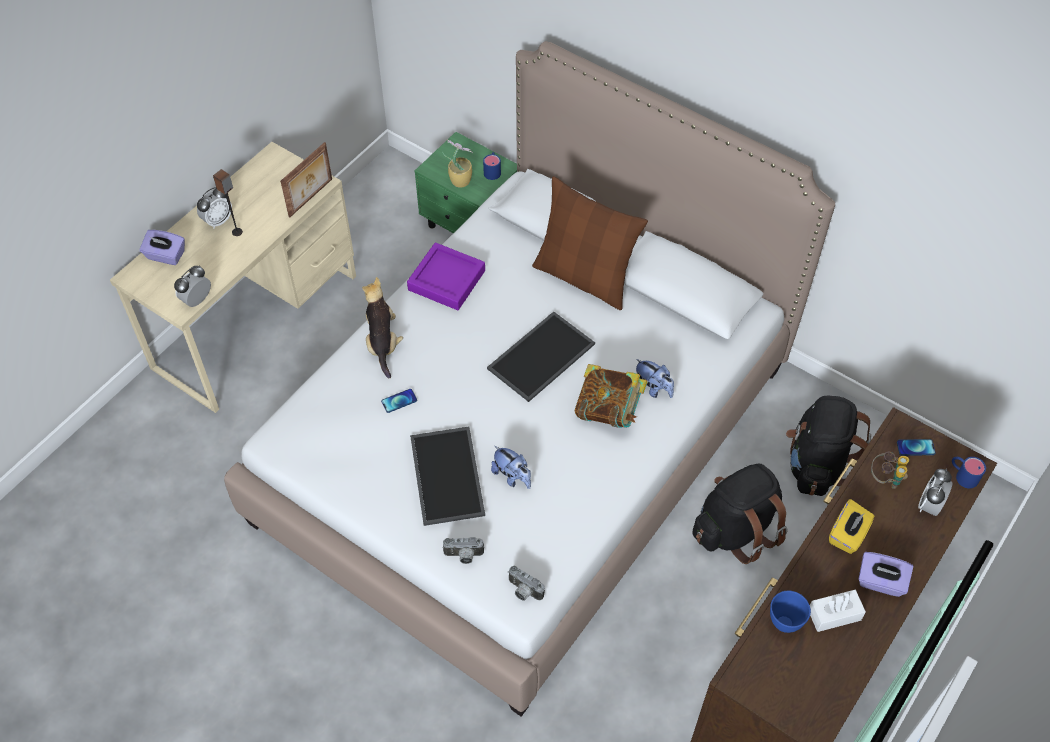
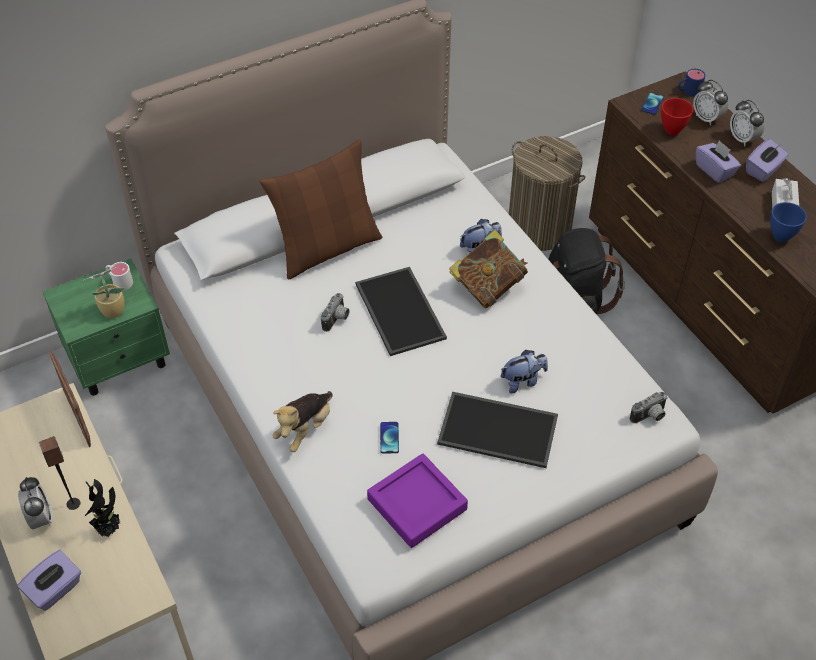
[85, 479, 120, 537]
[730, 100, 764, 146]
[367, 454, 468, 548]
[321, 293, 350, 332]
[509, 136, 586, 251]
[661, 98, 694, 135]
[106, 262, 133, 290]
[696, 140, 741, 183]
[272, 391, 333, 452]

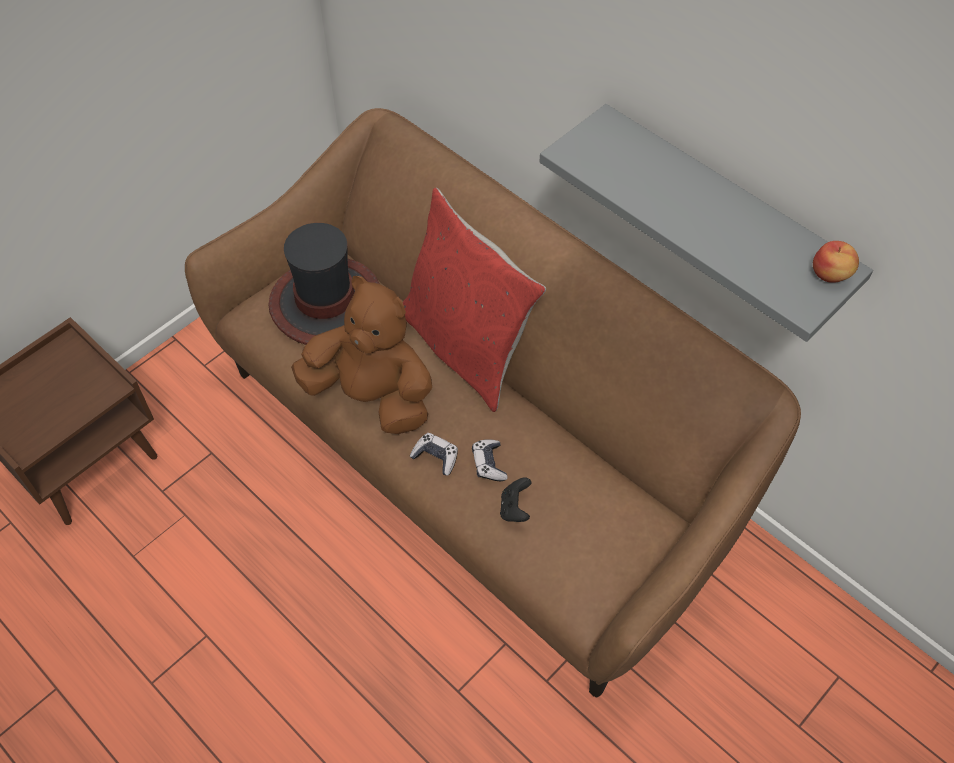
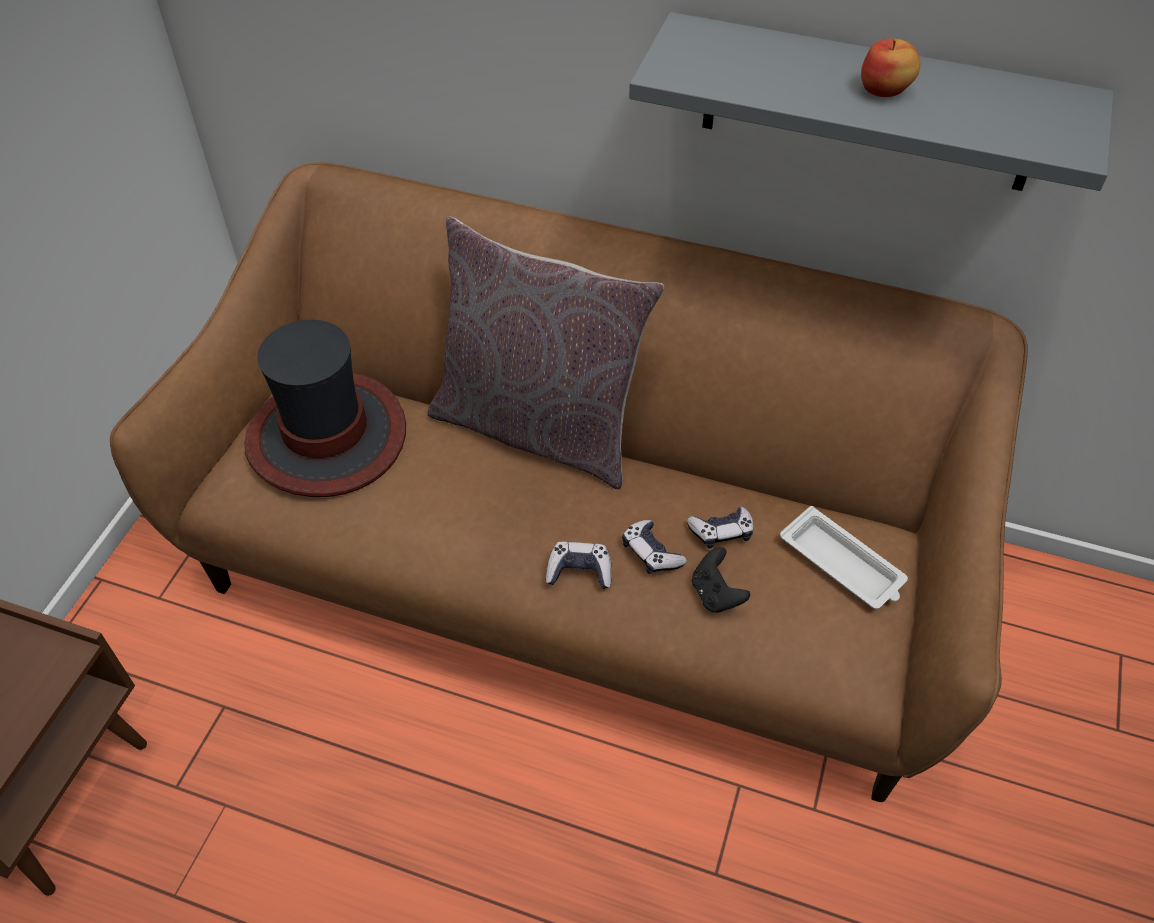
[291, 276, 432, 434] (first image)
[687, 506, 754, 549]
[780, 506, 908, 609]
[861, 38, 920, 97]
[428, 216, 664, 489]

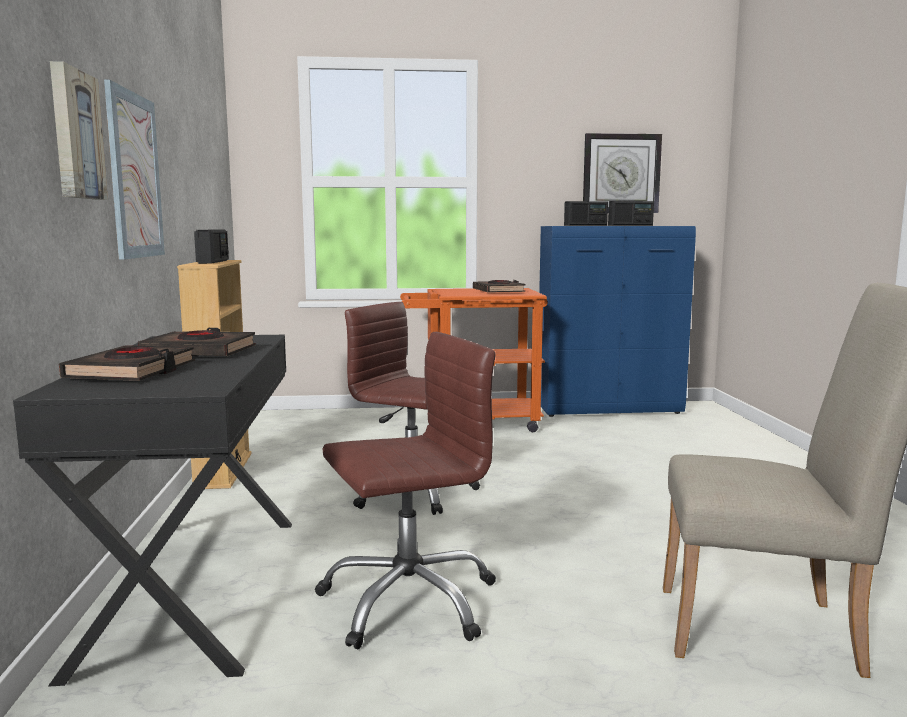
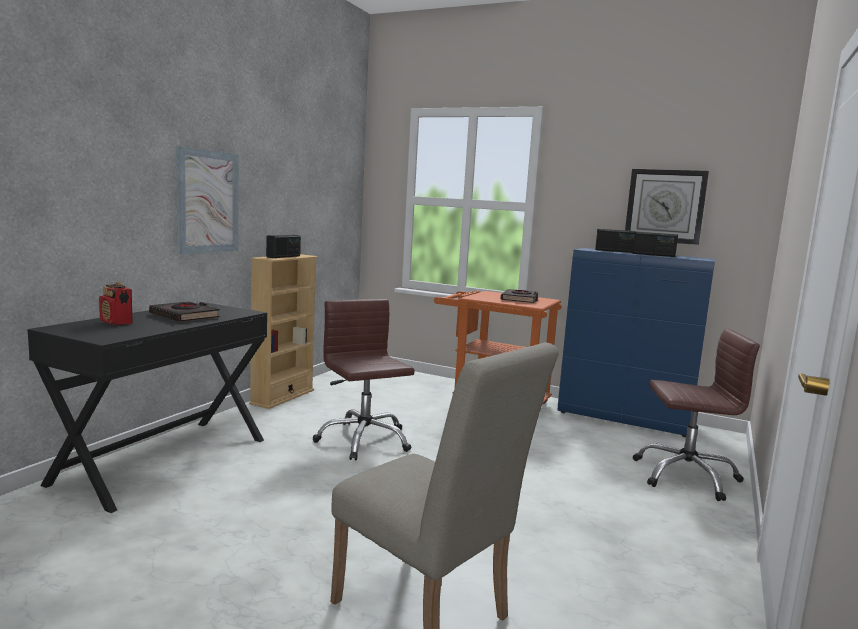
[50, 61, 108, 200] (first image)
[633, 328, 760, 501]
[99, 282, 133, 325]

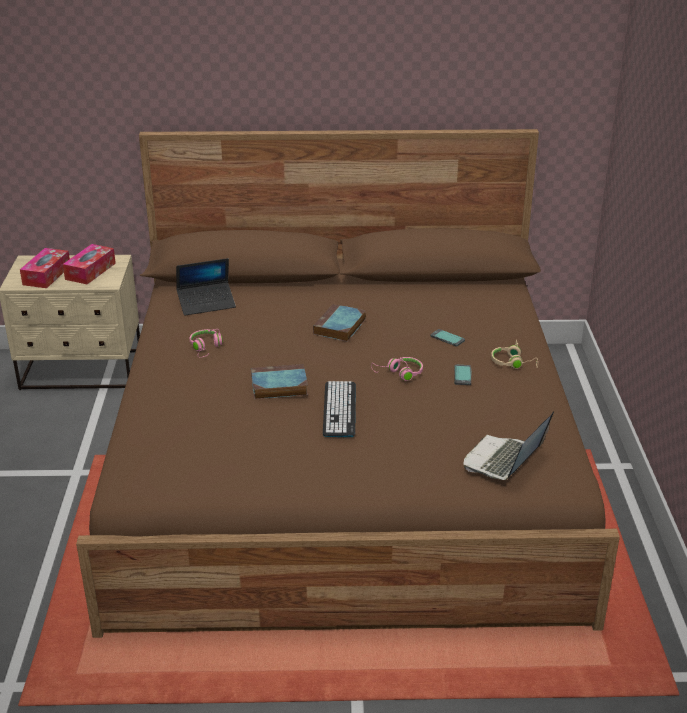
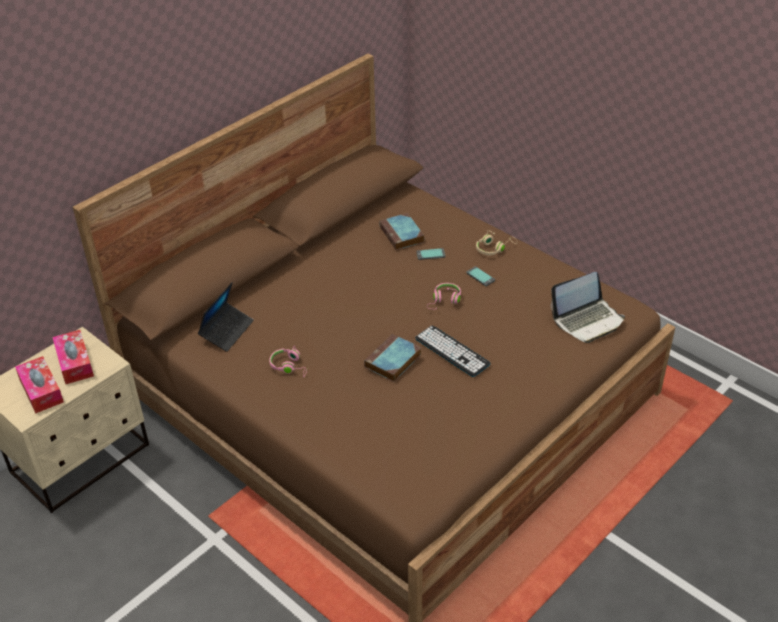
[379, 213, 424, 250]
[551, 272, 625, 343]

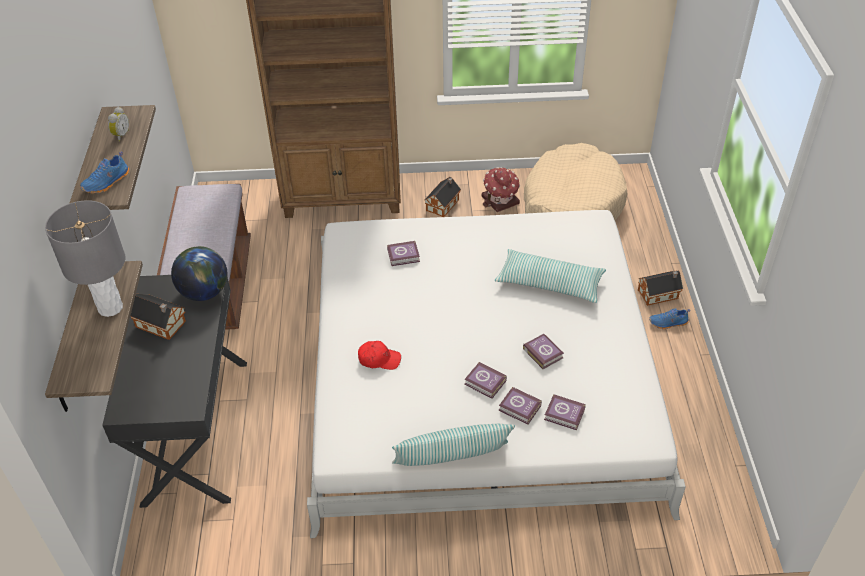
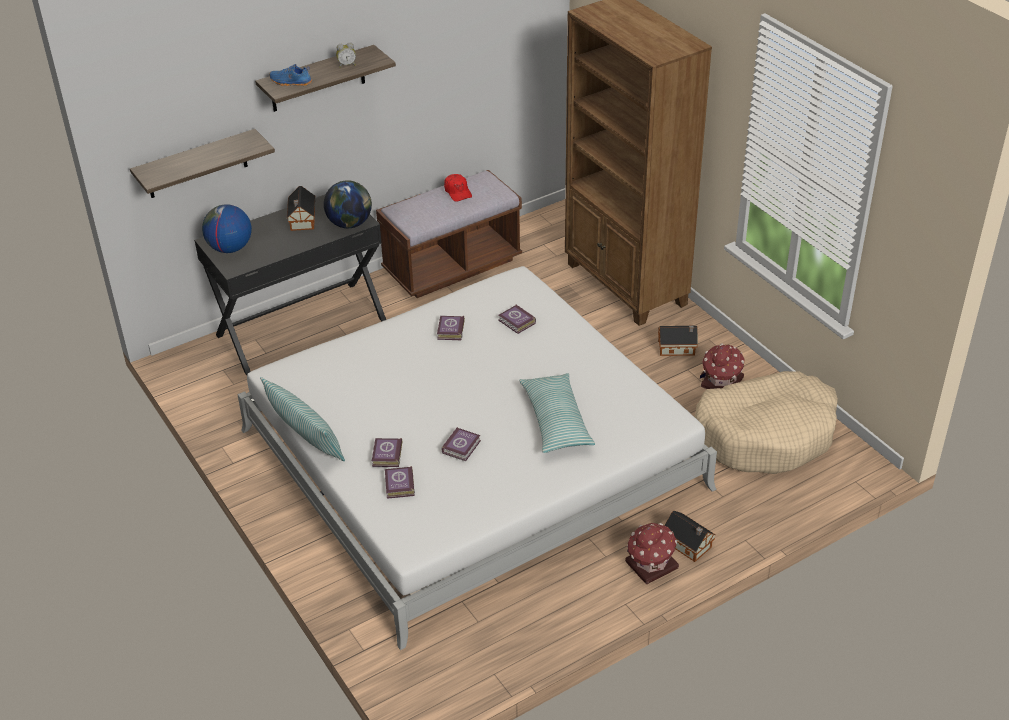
[45, 200, 125, 317] (first image)
[202, 204, 252, 253]
[444, 174, 472, 202]
[437, 316, 465, 340]
[625, 523, 679, 584]

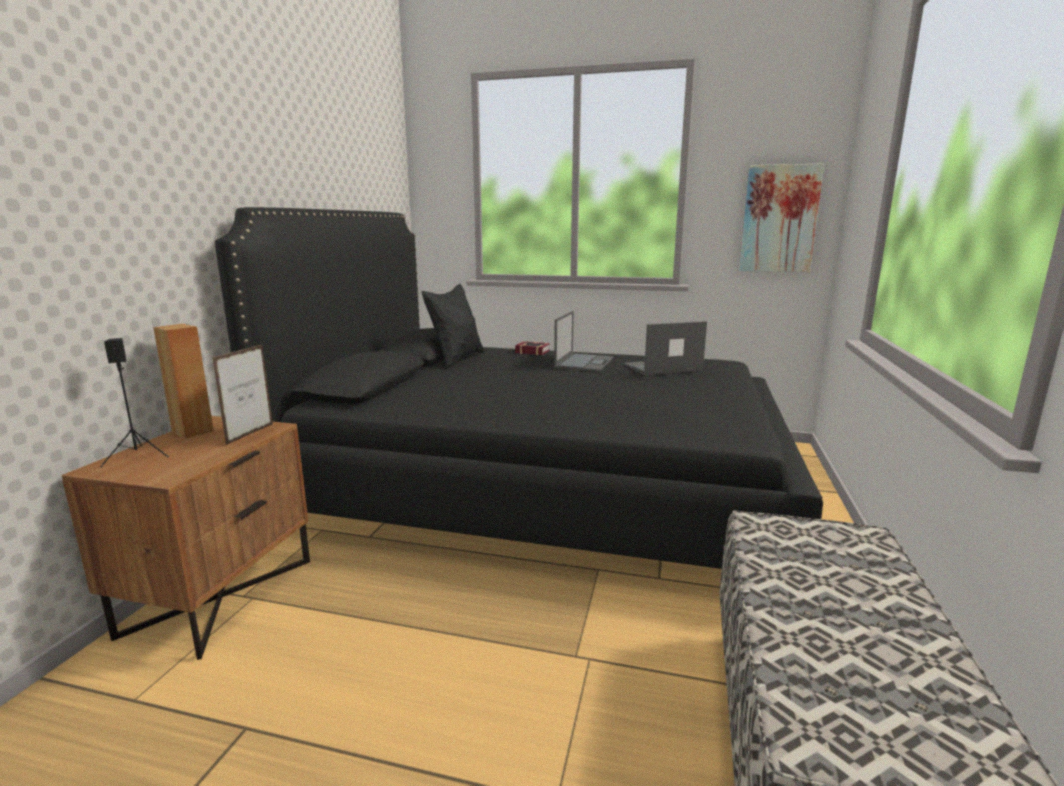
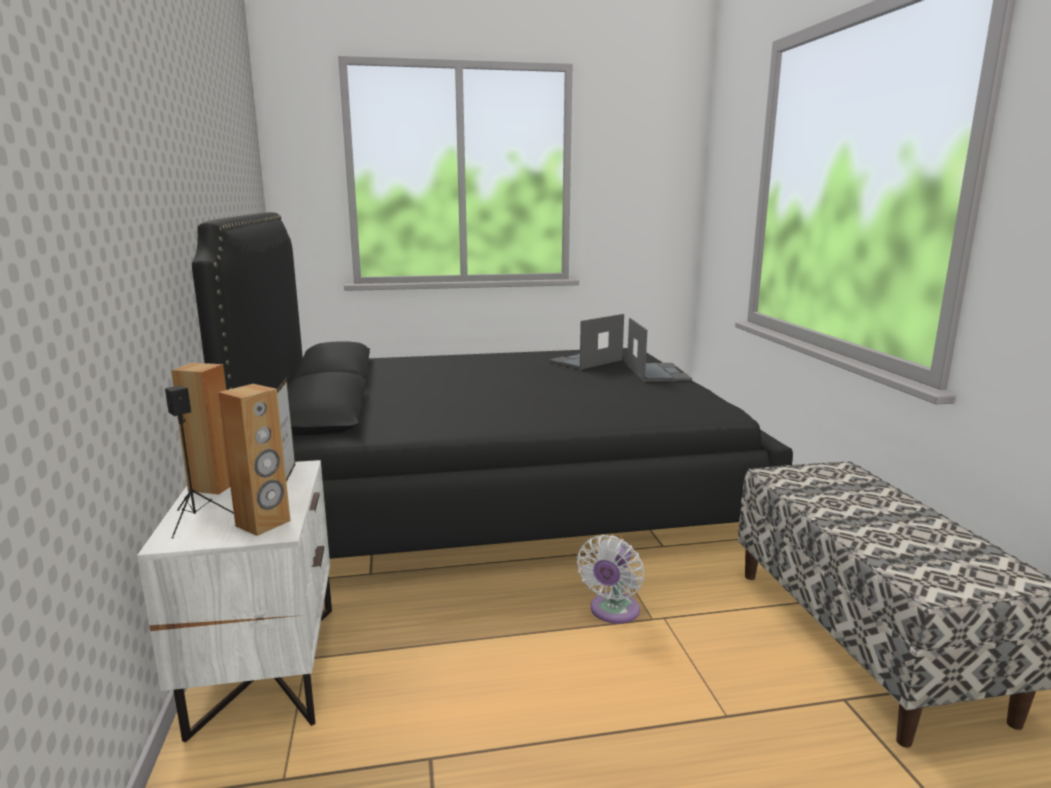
[422, 283, 484, 368] (first image)
[515, 341, 550, 355] (first image)
[739, 163, 824, 272] (first image)
[218, 384, 291, 536]
[577, 535, 644, 624]
[627, 318, 692, 382]
[137, 460, 332, 742]

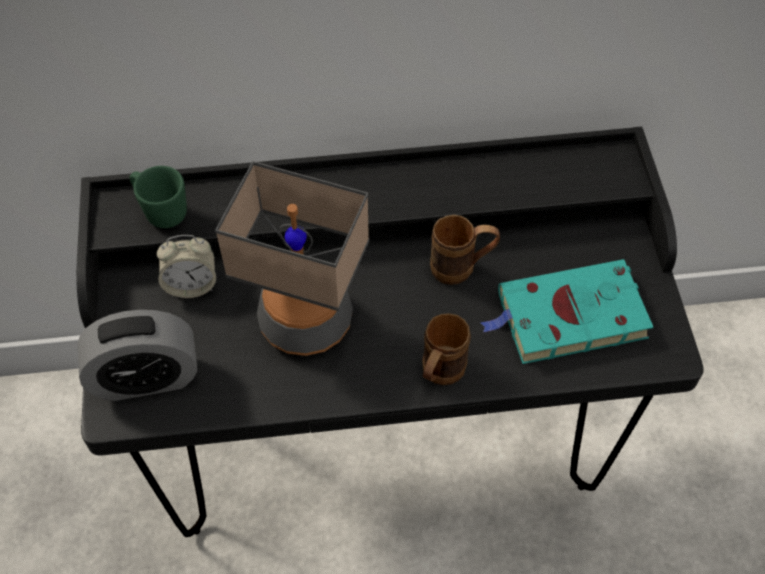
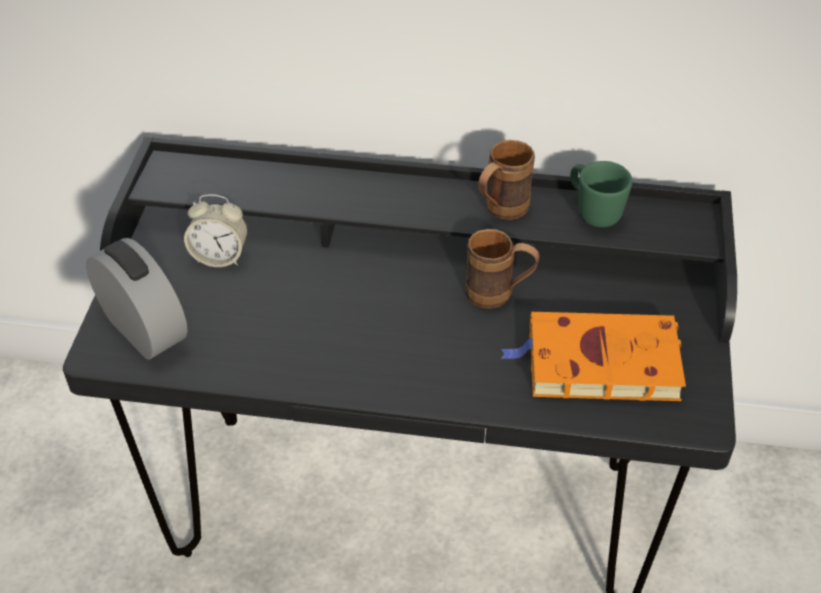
[215, 161, 369, 356] (first image)
[570, 161, 632, 227]
[478, 140, 535, 220]
[501, 312, 686, 401]
[86, 238, 188, 360]

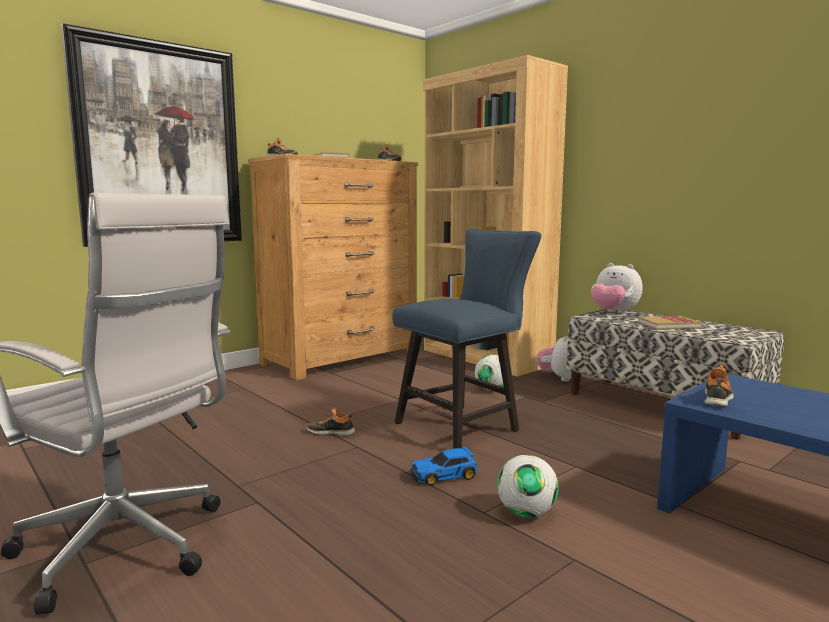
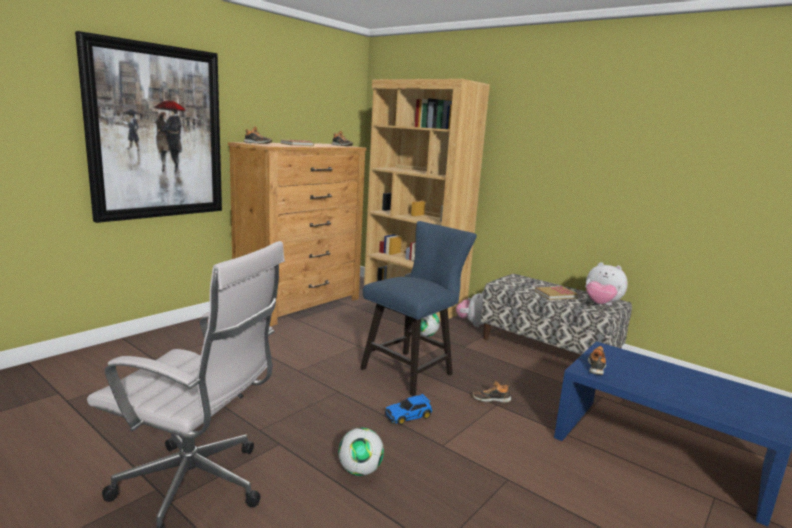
[472, 380, 511, 403]
[338, 428, 384, 476]
[585, 262, 628, 305]

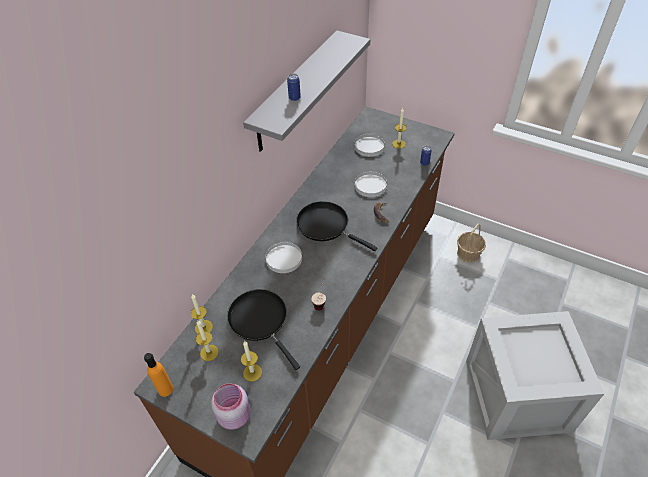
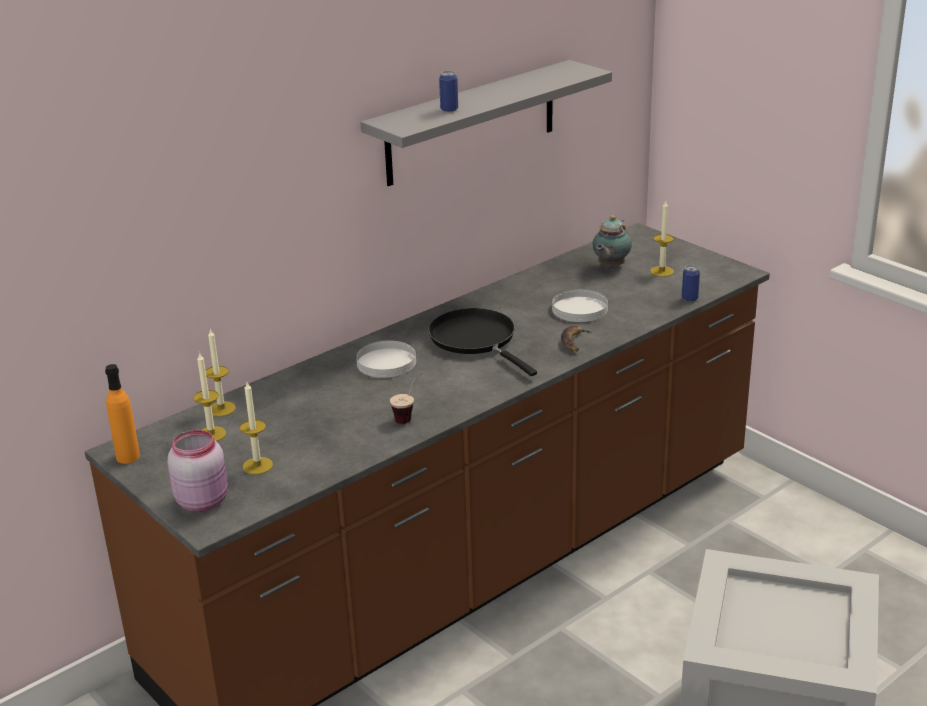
[227, 289, 300, 370] (first image)
[457, 224, 486, 263] (first image)
[592, 215, 632, 268]

